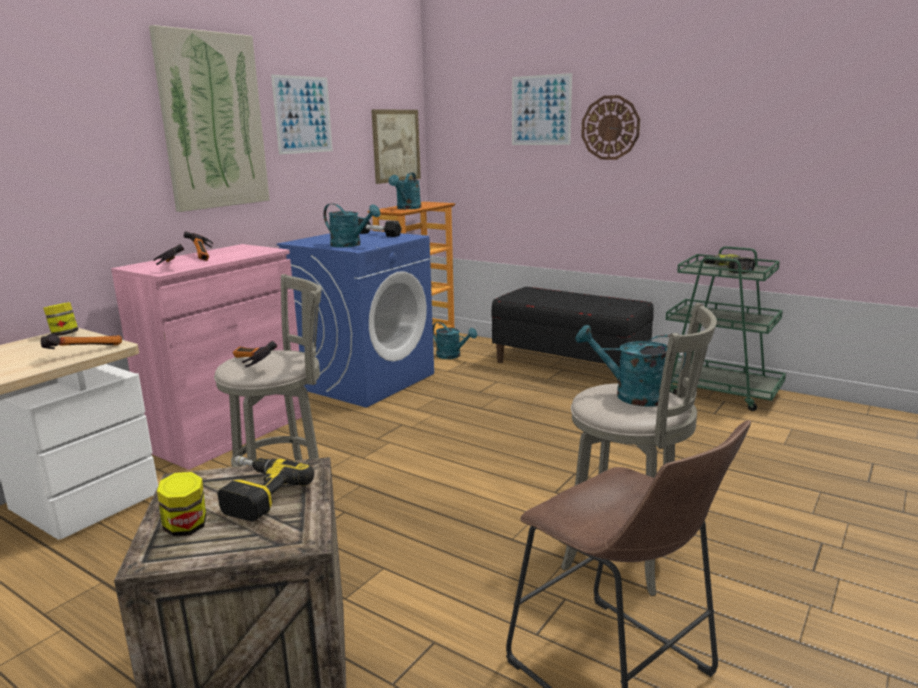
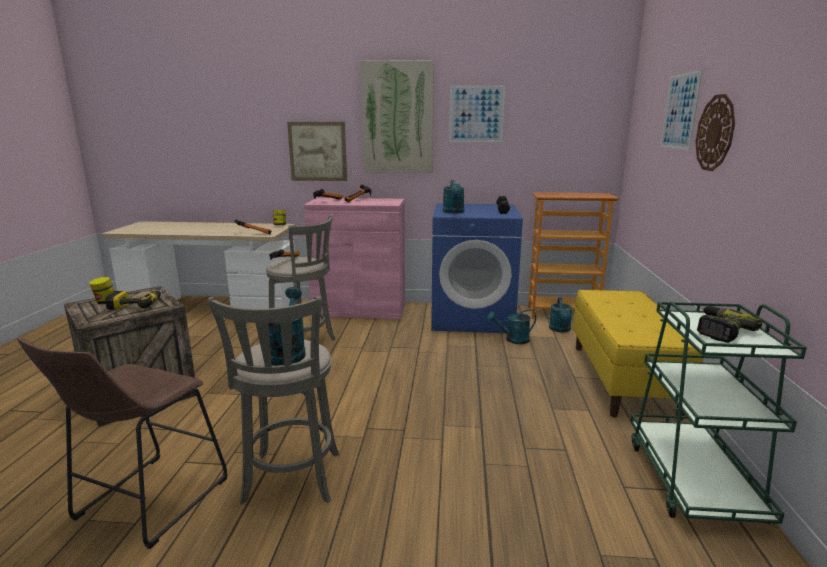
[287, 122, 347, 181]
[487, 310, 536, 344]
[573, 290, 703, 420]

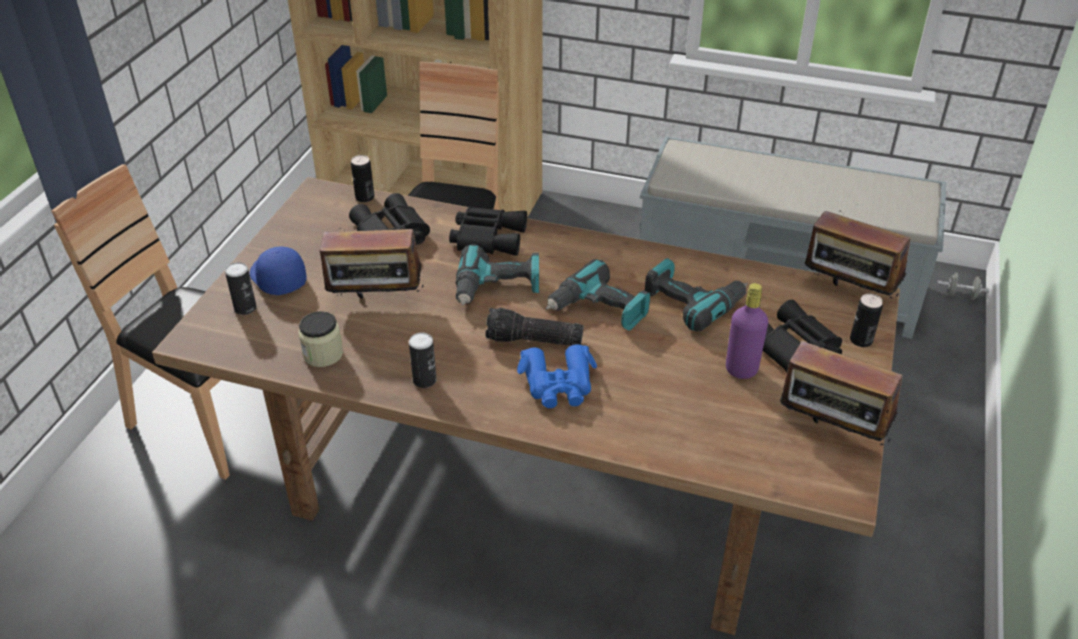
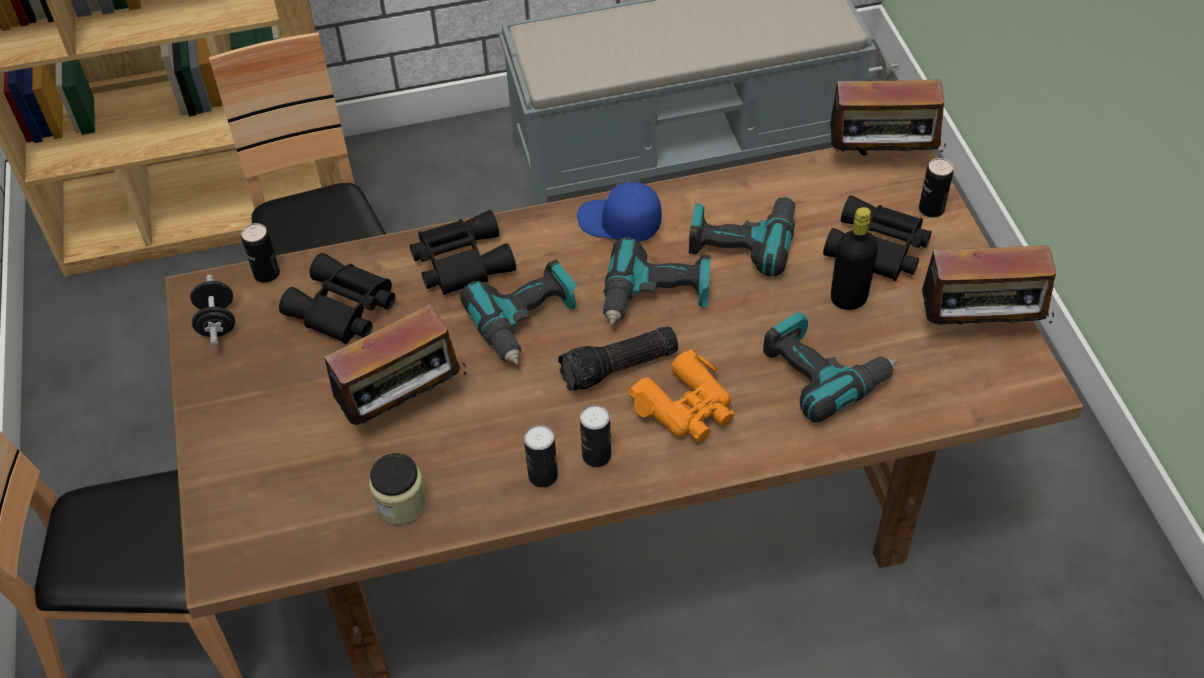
[190, 275, 235, 345]
[763, 312, 898, 422]
[580, 405, 611, 467]
[577, 182, 662, 242]
[628, 349, 734, 442]
[831, 207, 878, 310]

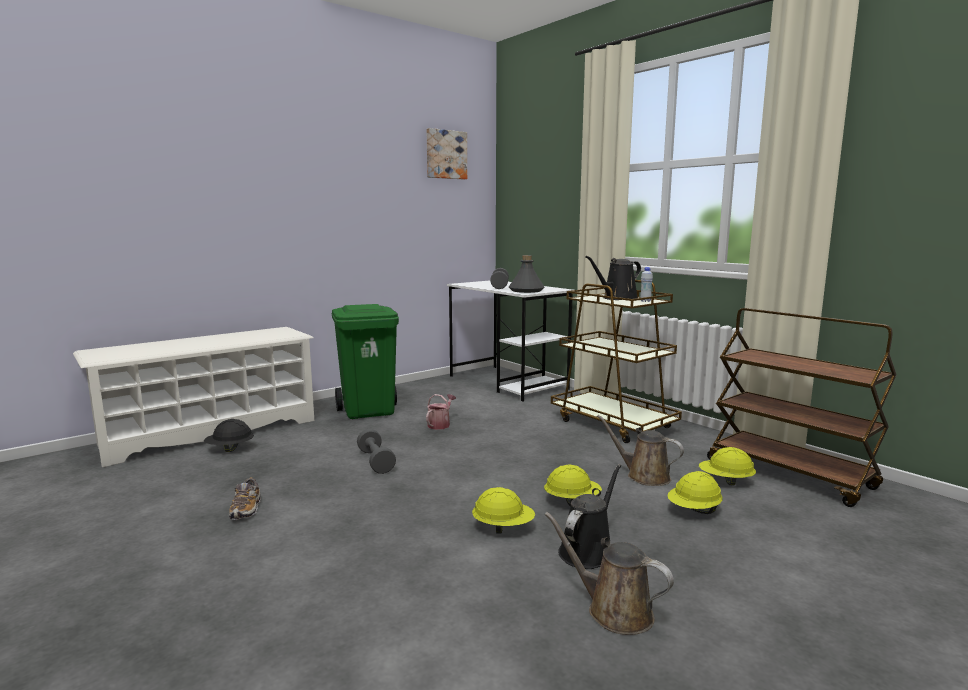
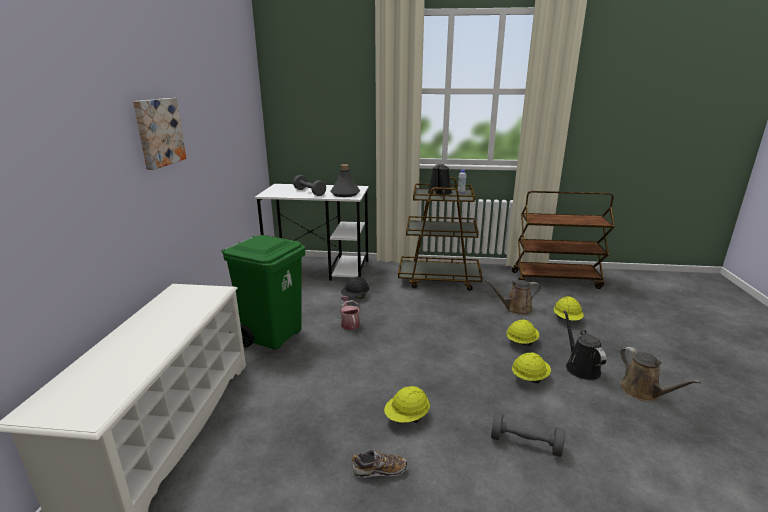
[341, 277, 370, 299]
[491, 412, 565, 457]
[133, 98, 186, 170]
[384, 386, 430, 423]
[351, 449, 407, 477]
[620, 347, 701, 401]

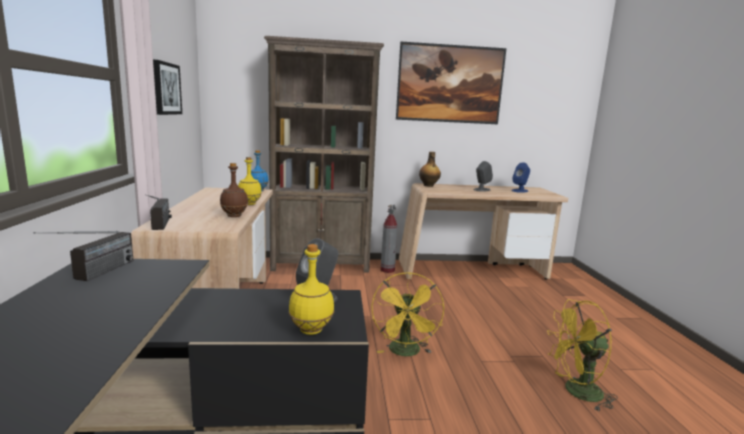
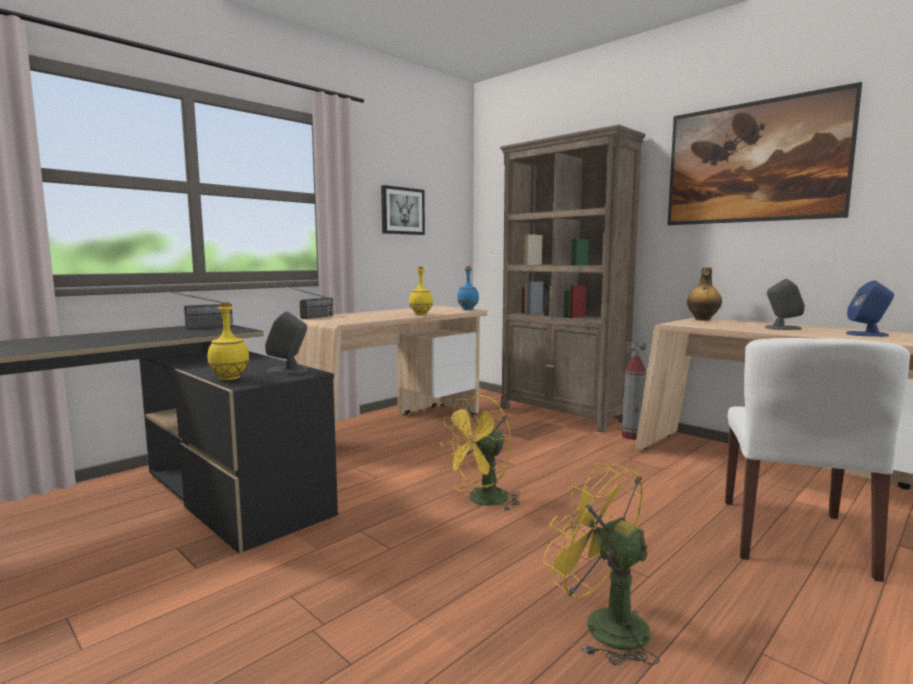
[220, 163, 248, 217] (first image)
[725, 338, 910, 582]

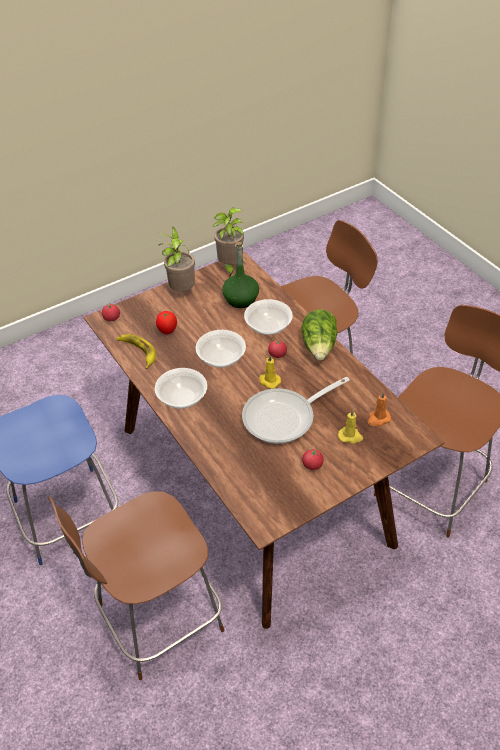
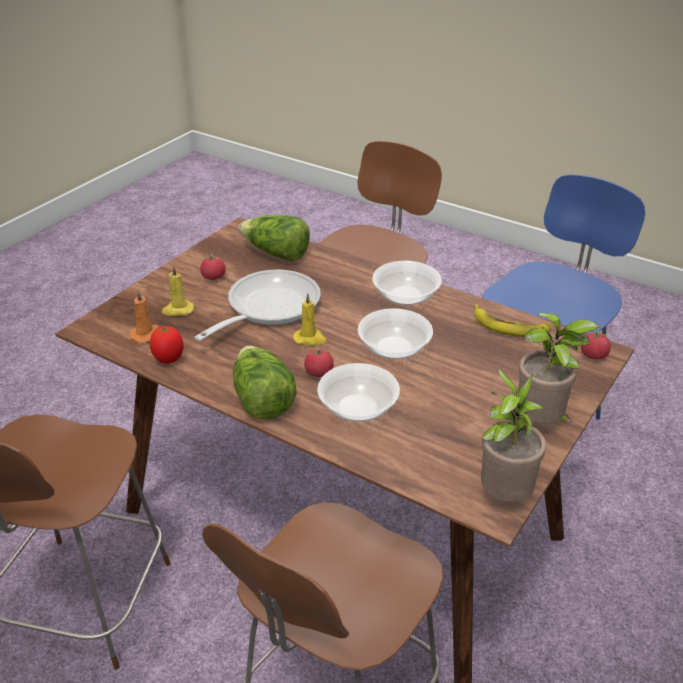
[222, 242, 259, 308] (first image)
[239, 215, 310, 262]
[150, 325, 184, 364]

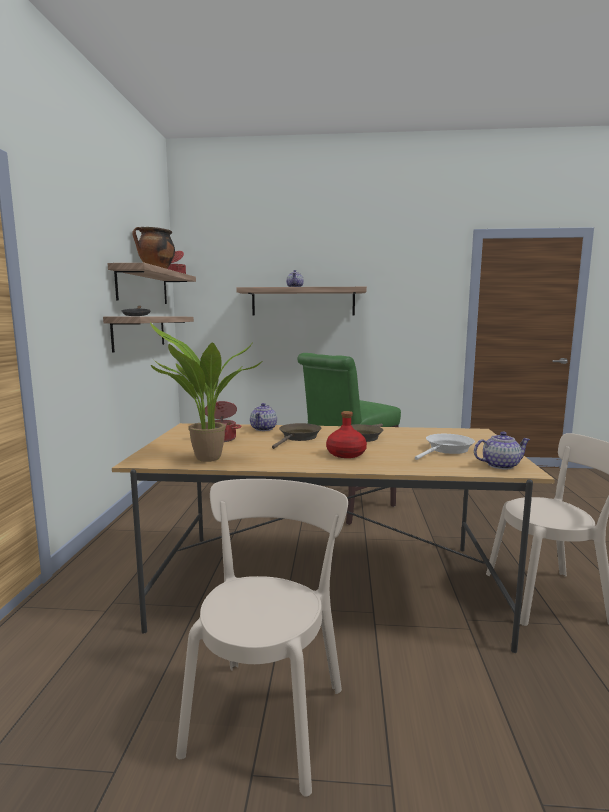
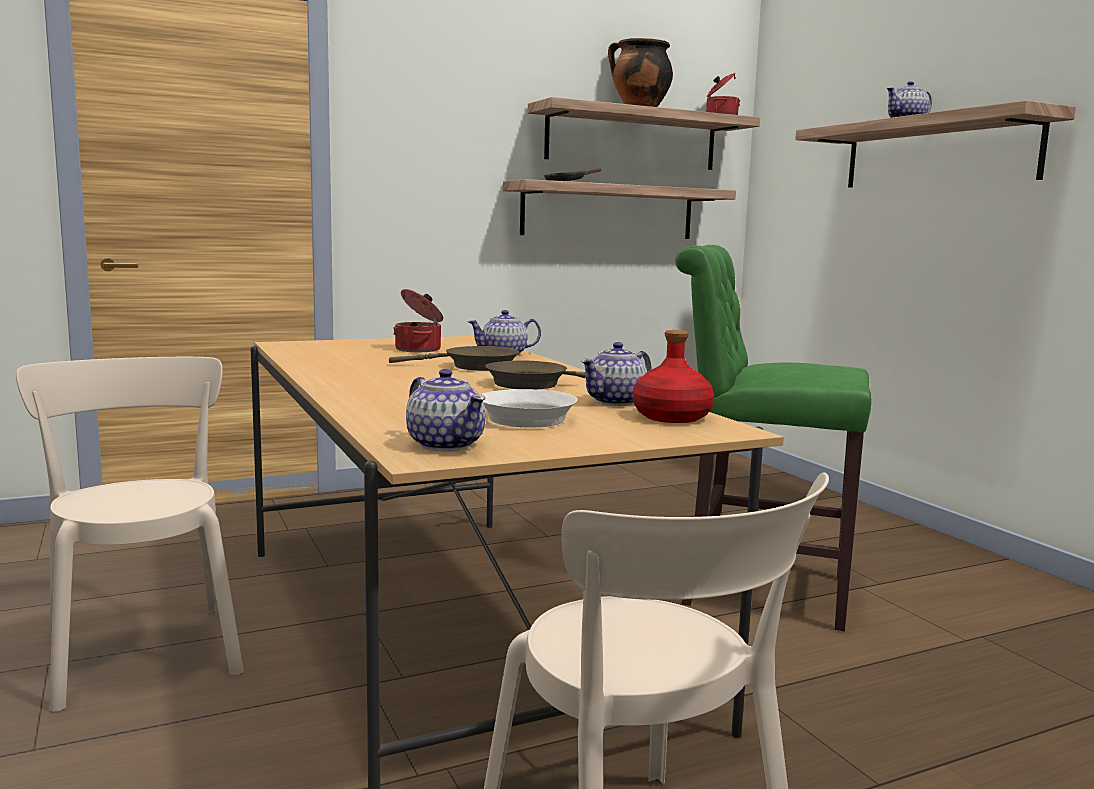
[150, 323, 262, 462] (first image)
[581, 342, 651, 406]
[633, 330, 714, 423]
[16, 357, 244, 712]

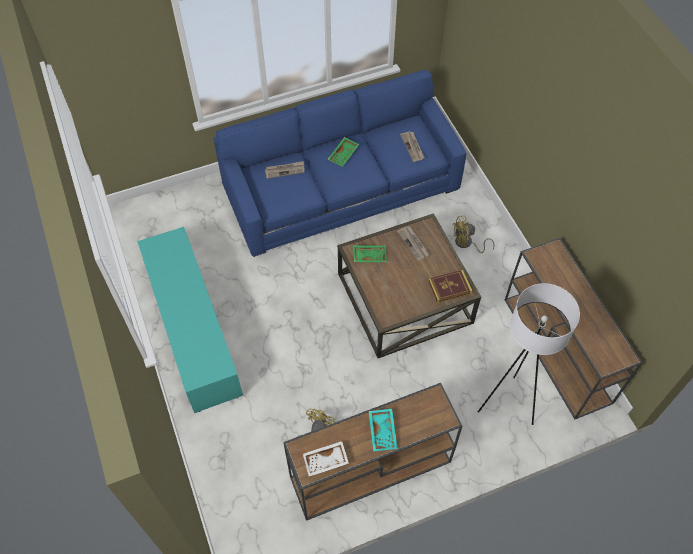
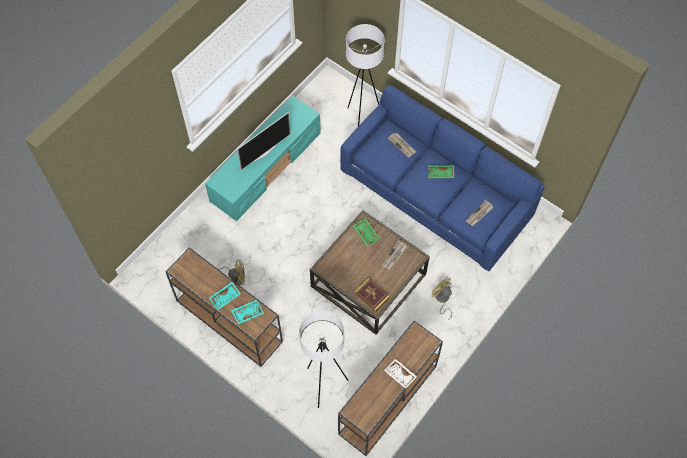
[231, 300, 264, 324]
[237, 112, 291, 170]
[346, 24, 385, 126]
[384, 359, 417, 389]

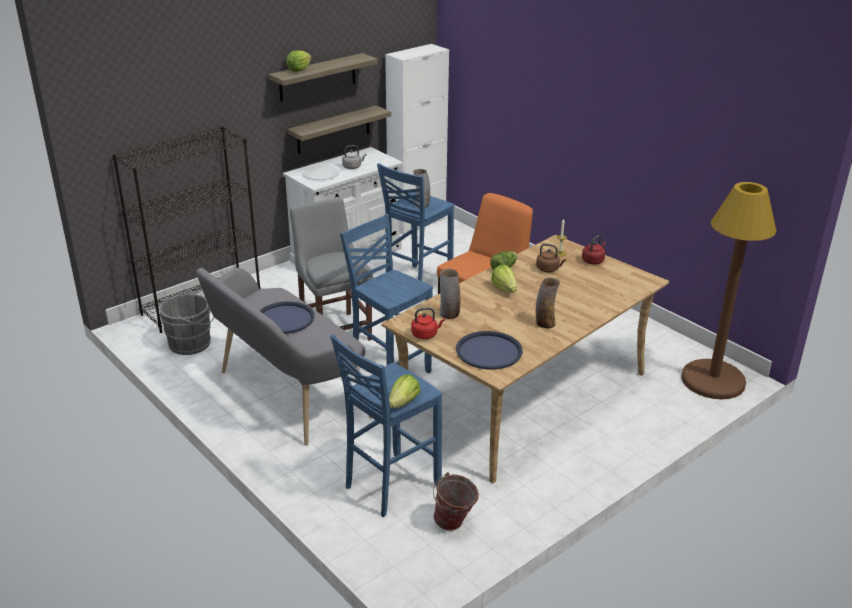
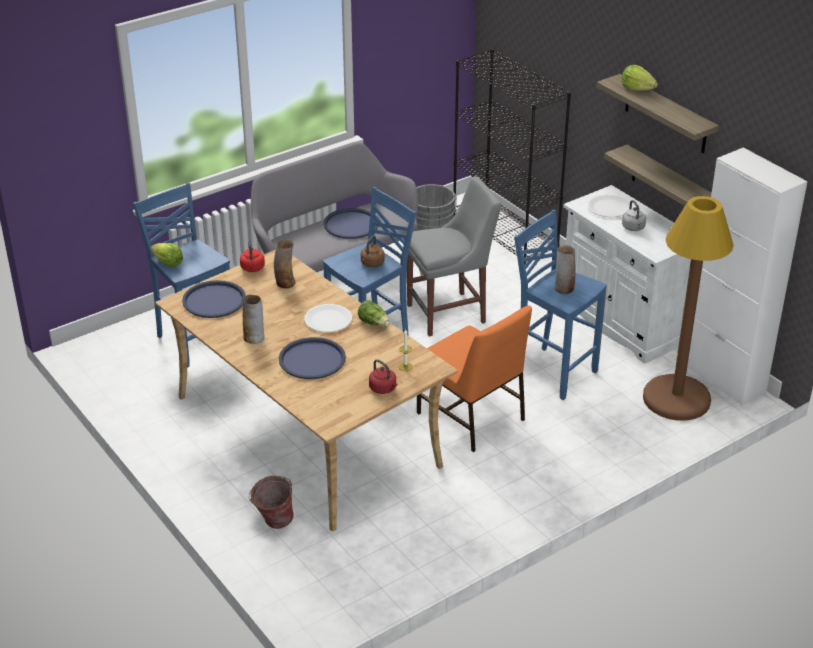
[279, 337, 346, 379]
[249, 476, 294, 529]
[361, 235, 385, 267]
[643, 196, 733, 421]
[304, 304, 352, 332]

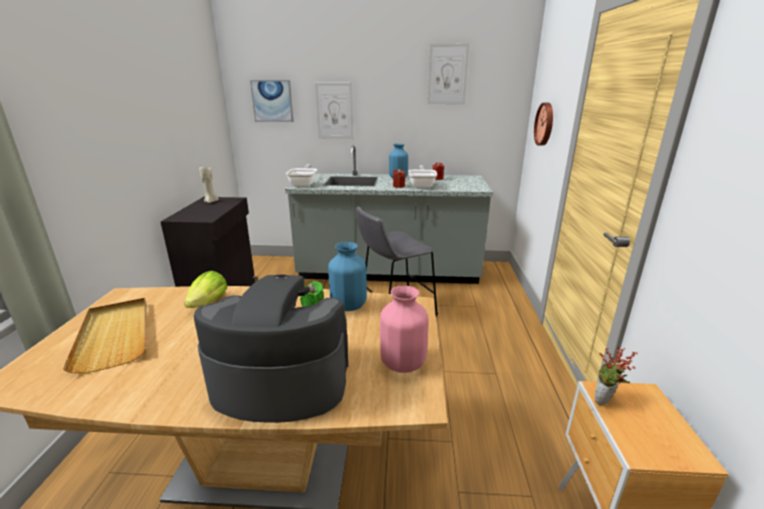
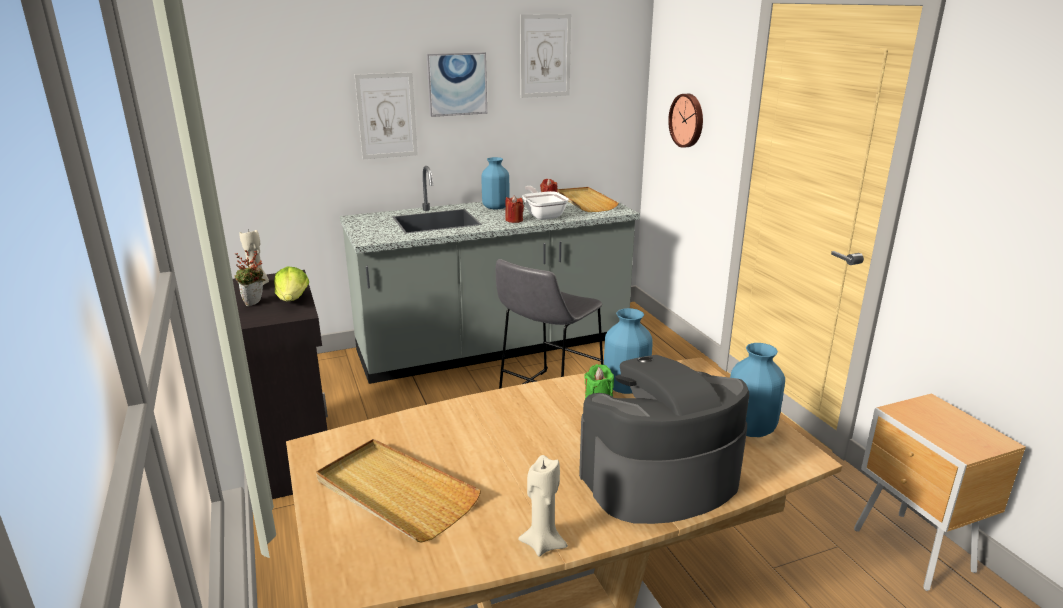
[286, 164, 317, 187] (first image)
[518, 455, 568, 557]
[557, 187, 619, 212]
[274, 266, 309, 301]
[426, 52, 487, 117]
[234, 250, 265, 306]
[730, 343, 785, 437]

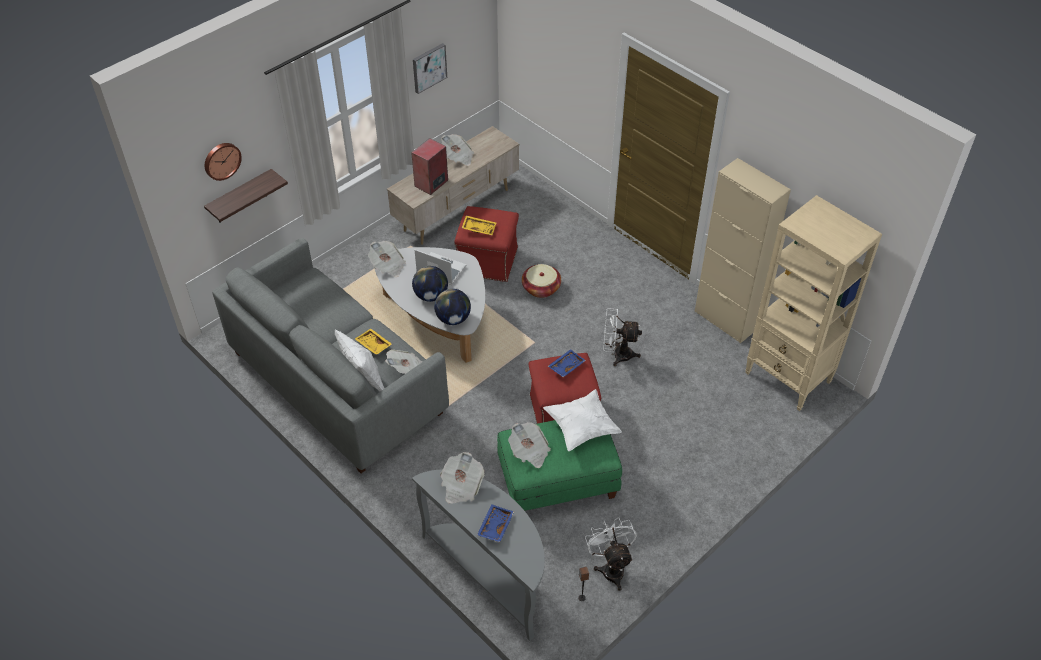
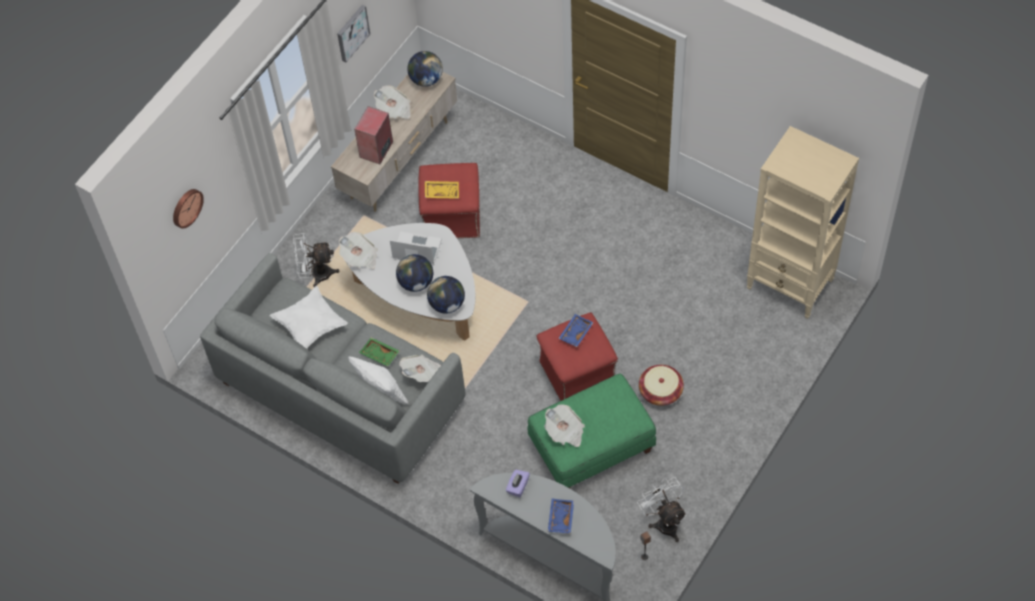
[204, 169, 288, 223] (first image)
[694, 158, 791, 344] (first image)
[407, 51, 443, 87]
[639, 365, 684, 406]
[269, 286, 348, 349]
[293, 233, 340, 287]
[506, 470, 530, 497]
[359, 337, 399, 366]

